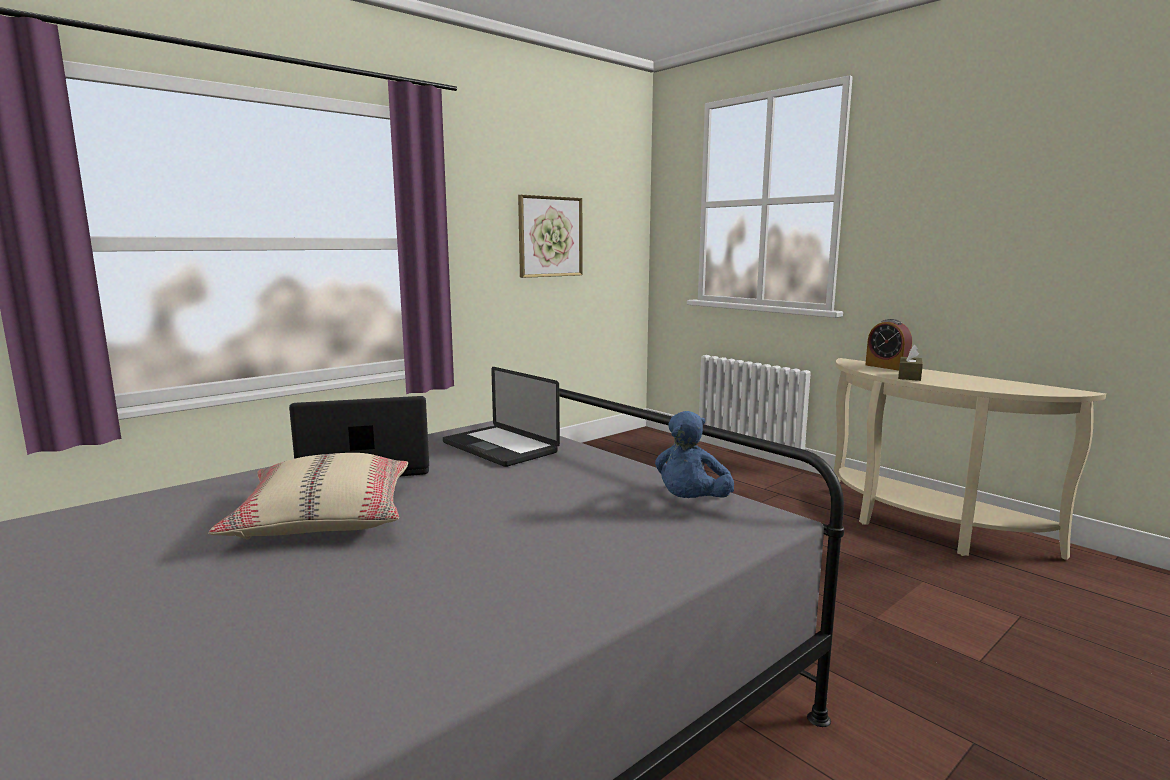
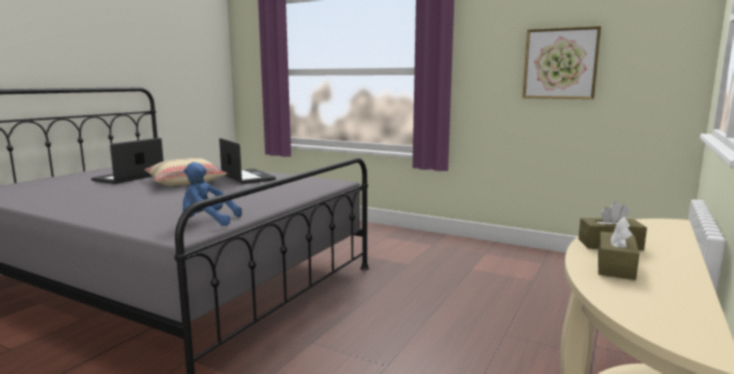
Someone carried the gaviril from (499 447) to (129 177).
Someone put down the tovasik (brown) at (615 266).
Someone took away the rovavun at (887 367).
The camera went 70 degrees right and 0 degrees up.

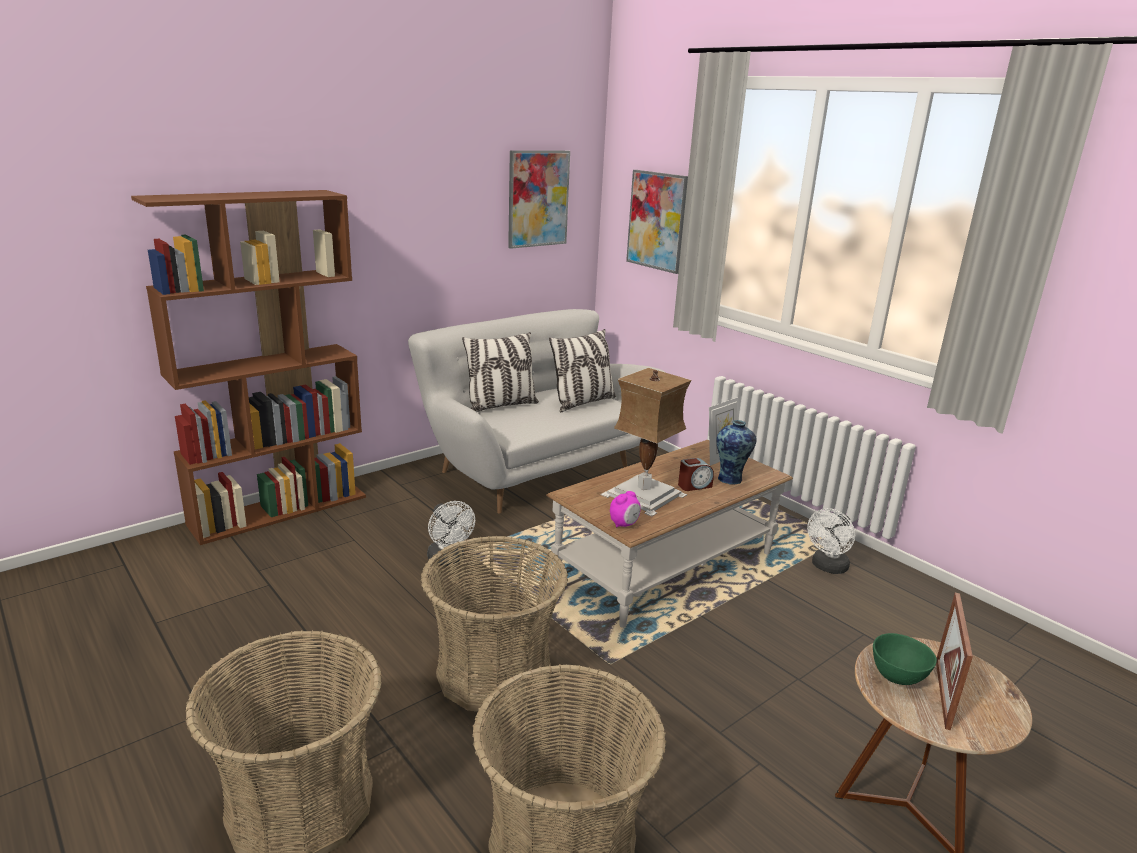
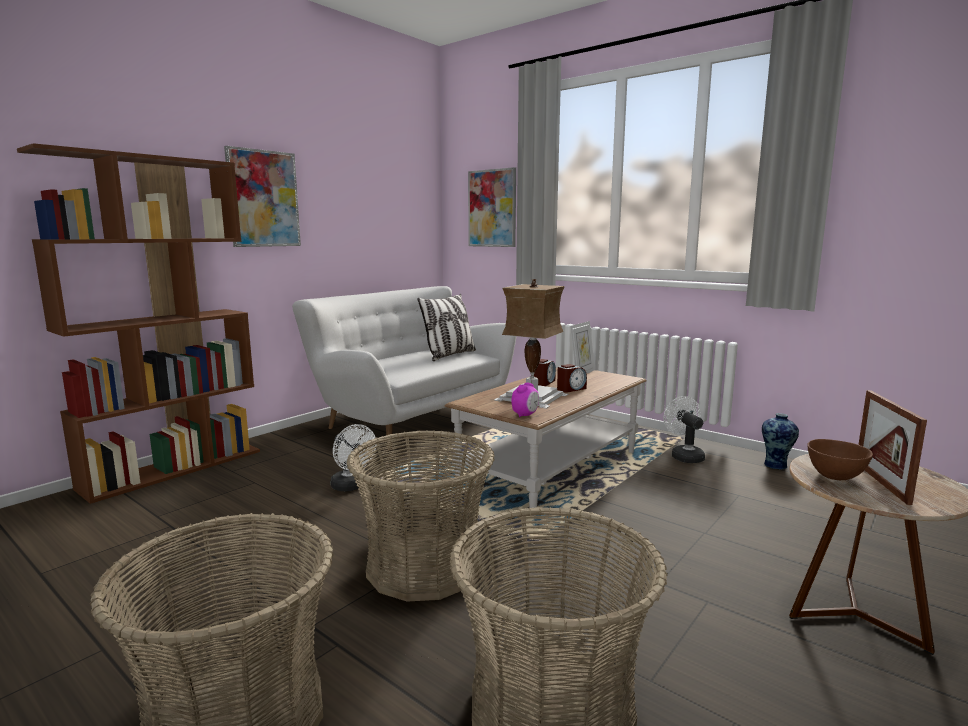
Someone carried the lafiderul from (538 199) to (263 199).
Someone put down the rovavun at (543 382).
Someone rotated the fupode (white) at (827 567) by 135 degrees clockwise.
Someone carried the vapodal from (731 479) to (776 465).
Someone repainted the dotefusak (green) at (898 677), which became the dotefusak (brown) at (836 476).
Someone took away the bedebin at (501 405).
The camera went 10 degrees left and 10 degrees down.

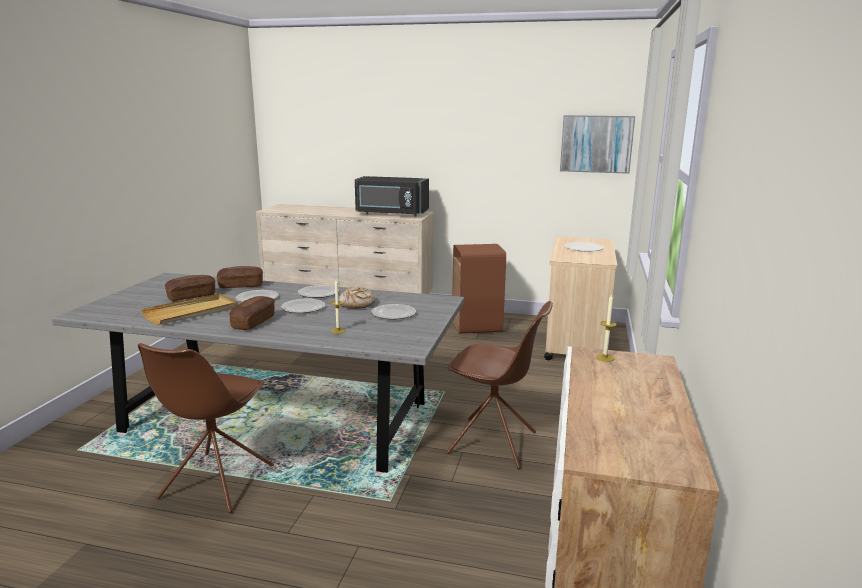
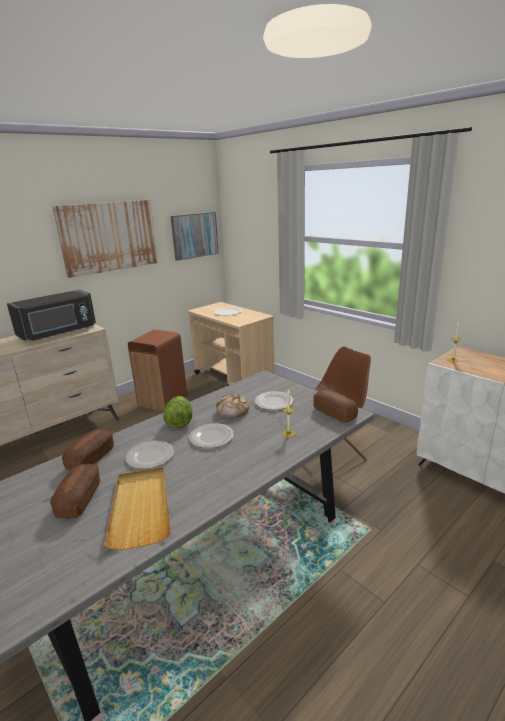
Someone put up the lafiderul at (109 237).
Someone swapped the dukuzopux at (318 293) for the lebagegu at (179 422).
Someone carried the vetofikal from (253 322) to (334 413).
Someone took away the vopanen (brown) at (216 483).
The camera went 55 degrees left and 5 degrees up.

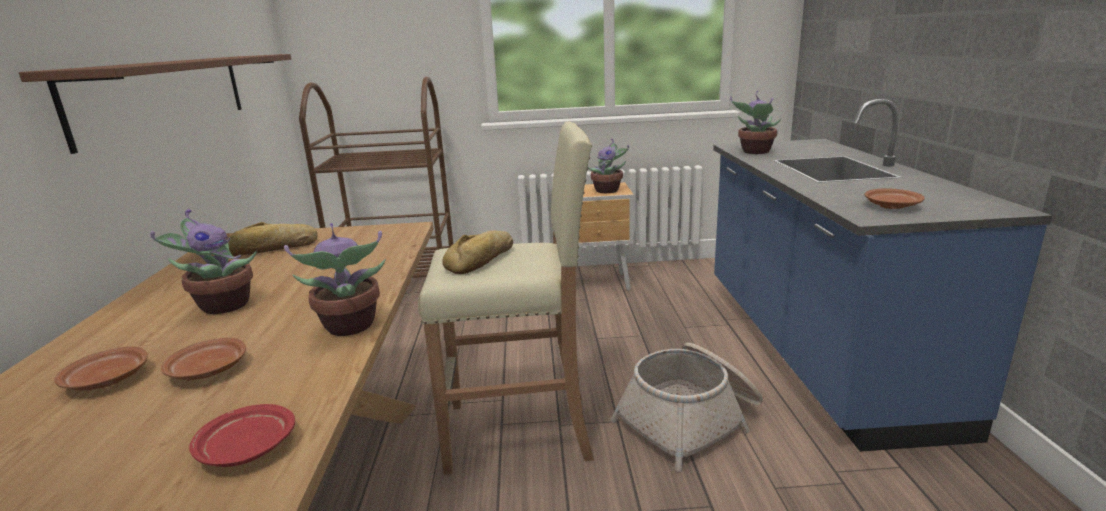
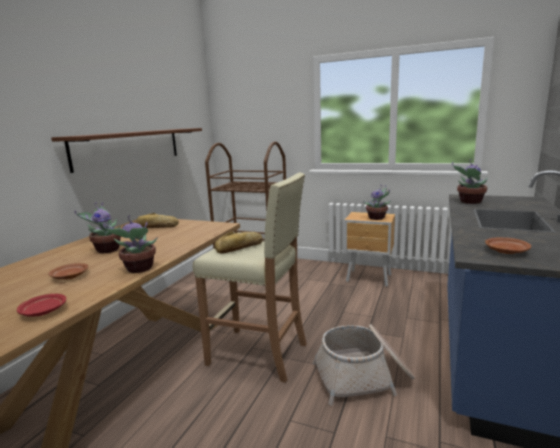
Someone took away the dukuzopux (brown) at (107 380).
The camera went 25 degrees right and 5 degrees down.

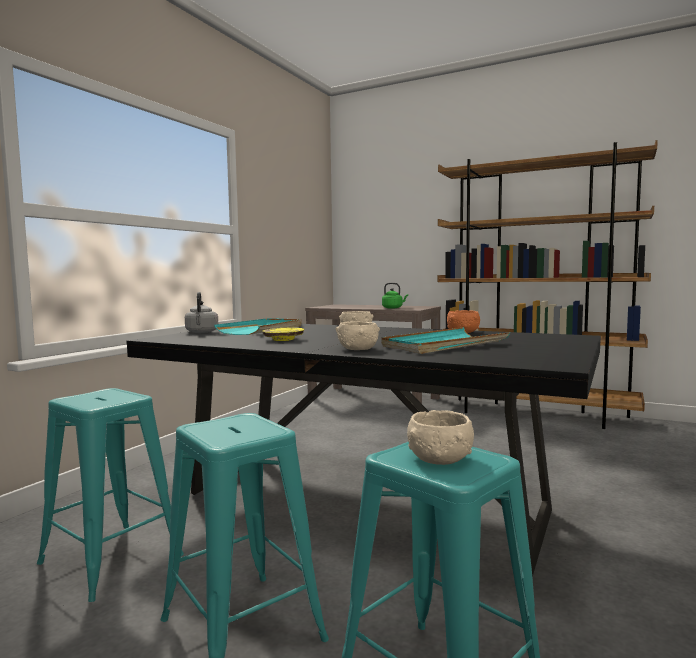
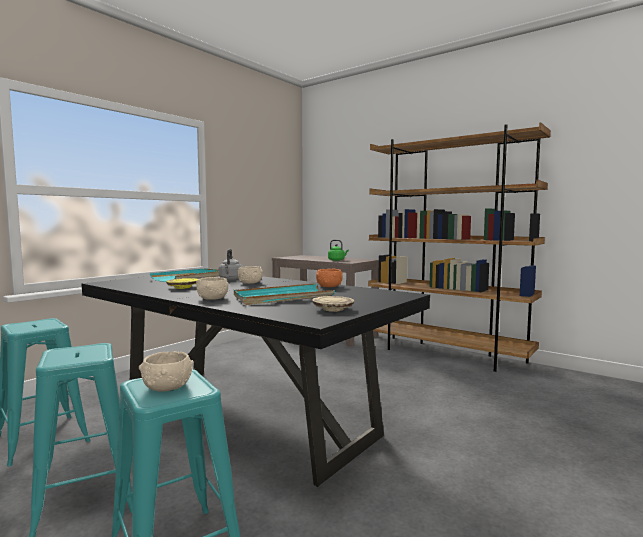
Someone carried the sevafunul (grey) from (201 332) to (230 279).
Someone put down the dukuzopux (beige) at (333 309).
The camera went 10 degrees right and 0 degrees up.

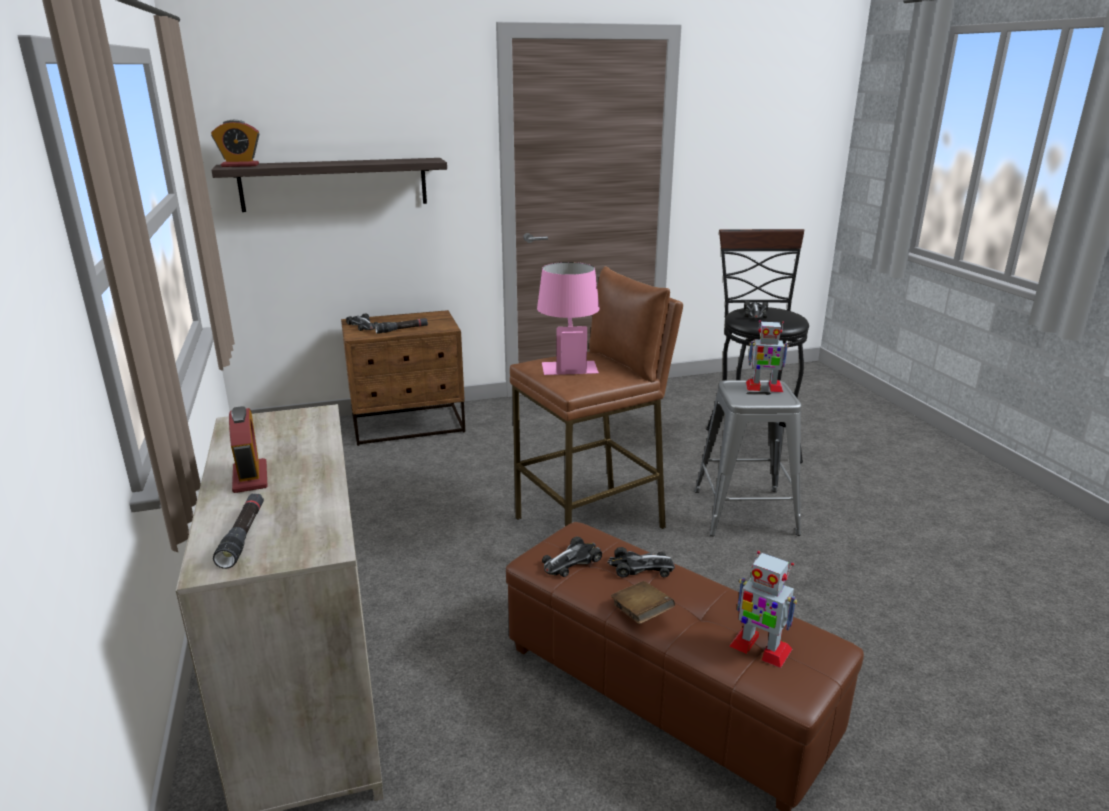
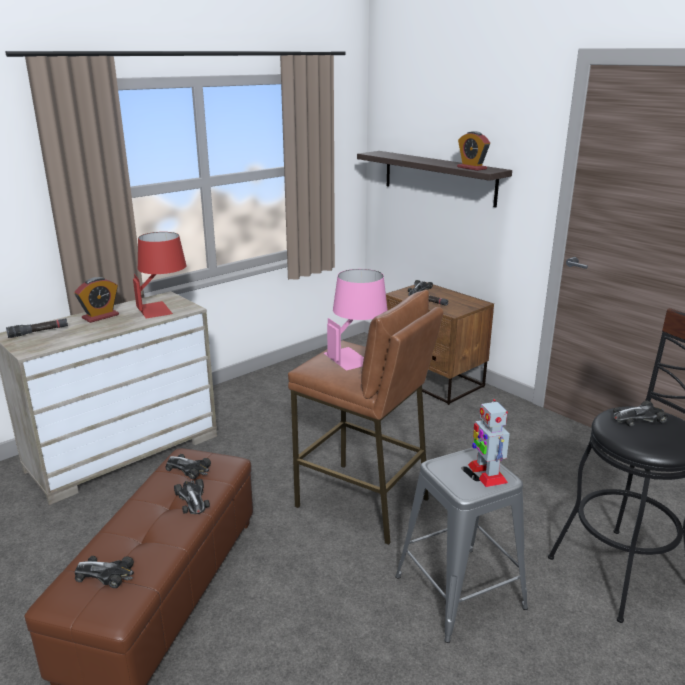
Someone swapped the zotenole at (759 647) for the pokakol at (105 574).
Someone put down the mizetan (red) at (163 308).
Someone carried the rovavun from (240 165) to (471 168).
Someone took away the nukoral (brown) at (641 614).
The camera went 65 degrees right and 0 degrees up.

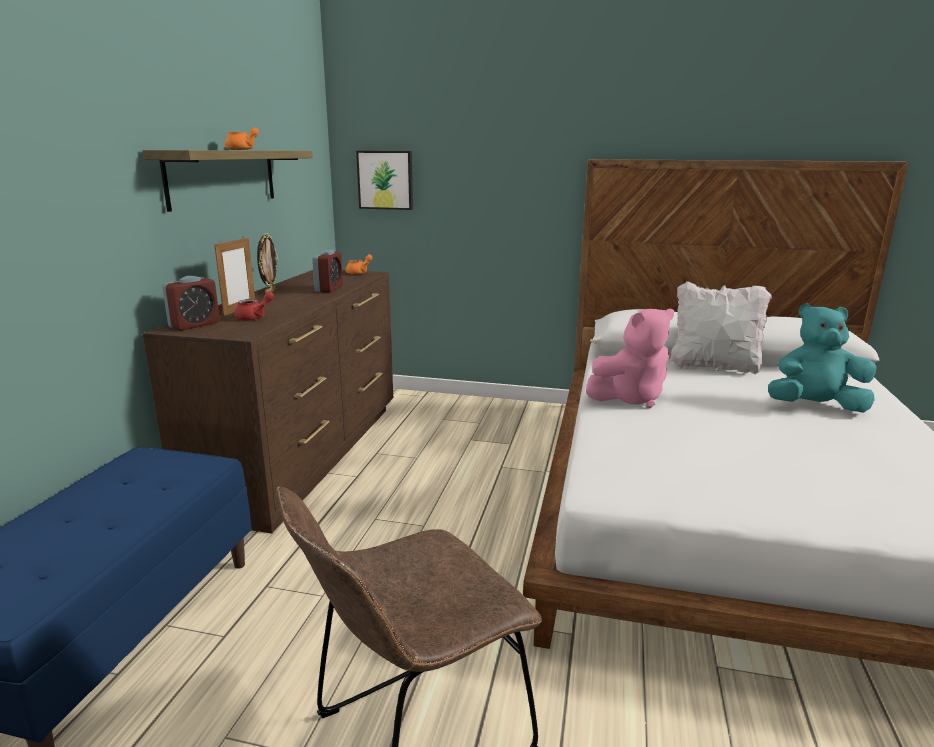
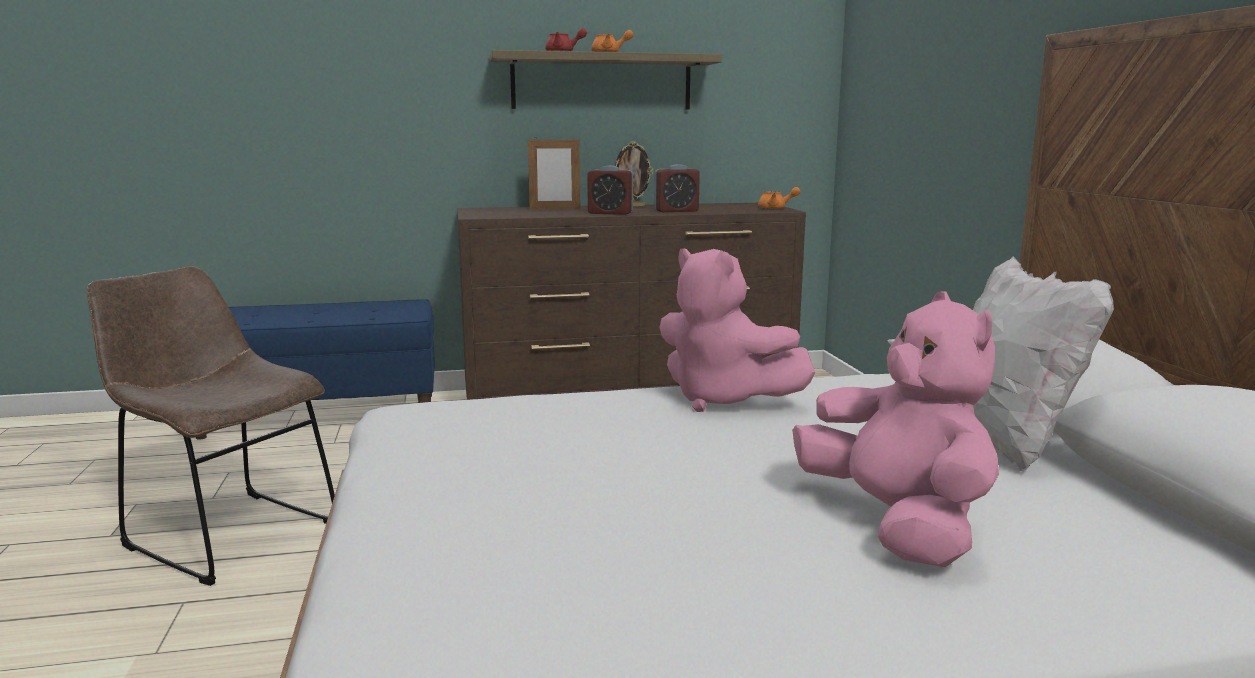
Someone carried the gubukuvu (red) from (255 317) to (563 52).
Someone carried the rovavun from (194 325) to (610 213).
Someone repainted the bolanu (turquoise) at (814 407), which became the bolanu (pink) at (896 524).
Someone took away the lafiderul at (386 180).
The camera went 65 degrees right and 5 degrees down.

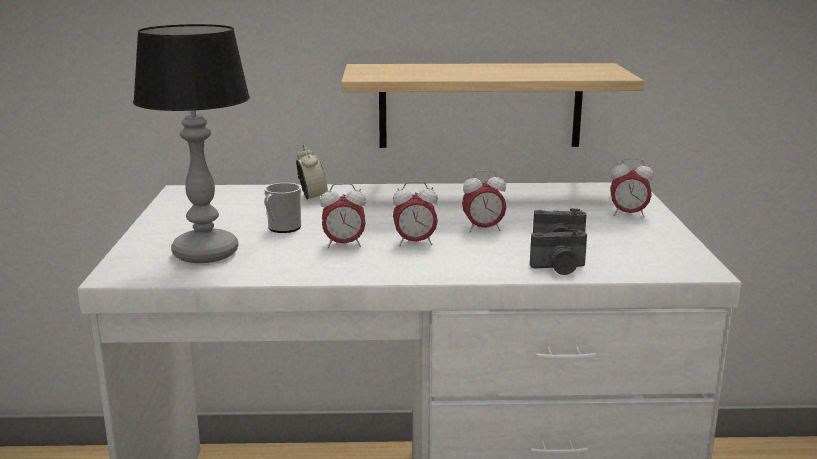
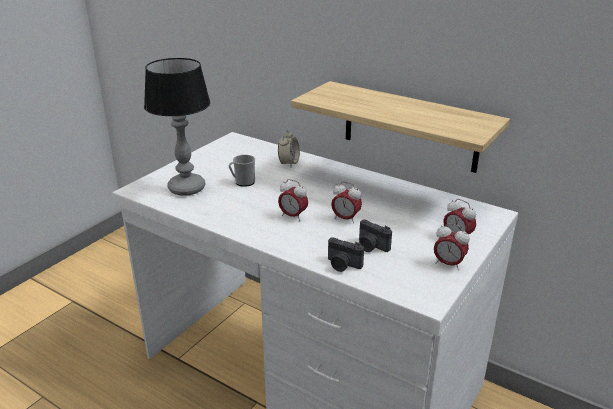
Someone carried the rovavun from (344 245) to (448 264).
The camera went 35 degrees right and 10 degrees up.

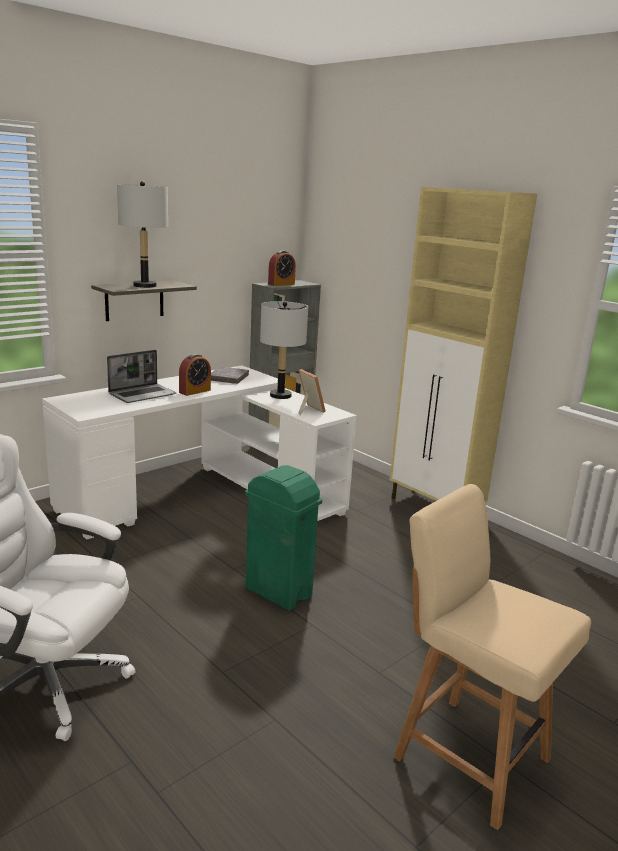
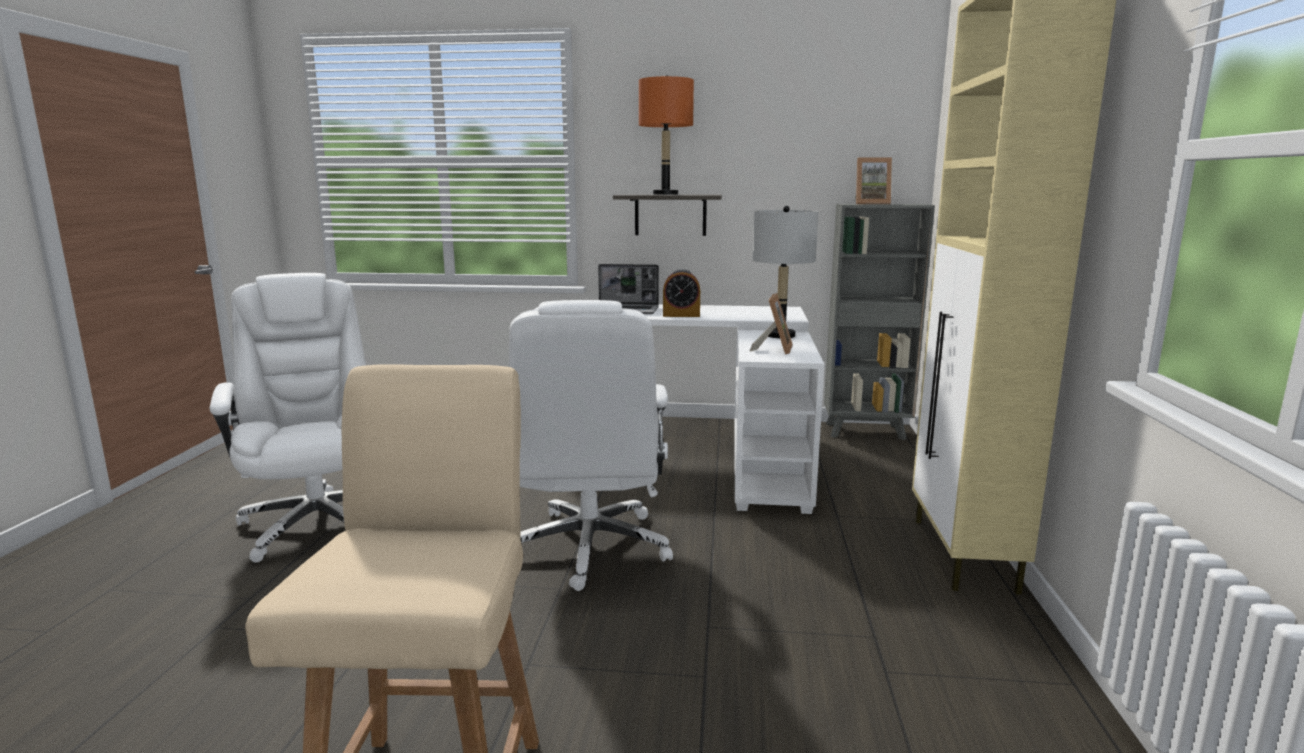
Someone swapped the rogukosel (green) at (279 592) for the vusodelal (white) at (589 548).
Someone repainted the mizetan (grey) at (145 286), which became the mizetan (orange) at (665 194).
Someone swapped the rovavun at (281 284) for the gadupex at (871 204).
Someone took away the nukoral (grey) at (228 378).
The camera went 50 degrees right and 5 degrees down.

